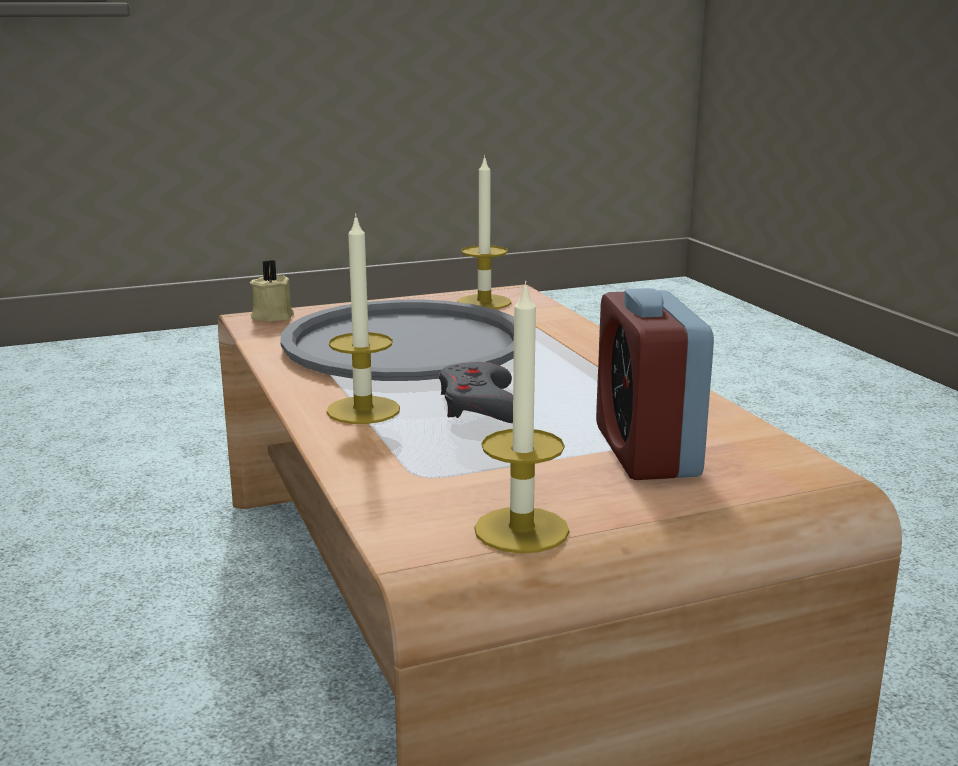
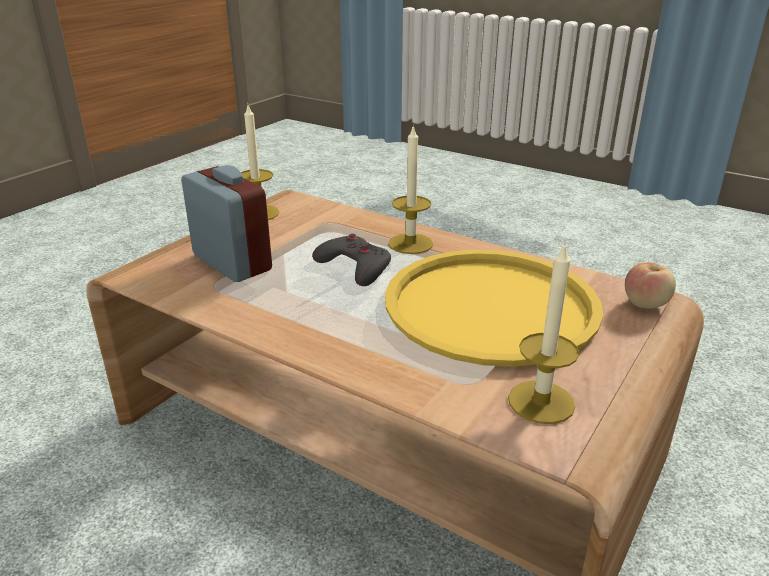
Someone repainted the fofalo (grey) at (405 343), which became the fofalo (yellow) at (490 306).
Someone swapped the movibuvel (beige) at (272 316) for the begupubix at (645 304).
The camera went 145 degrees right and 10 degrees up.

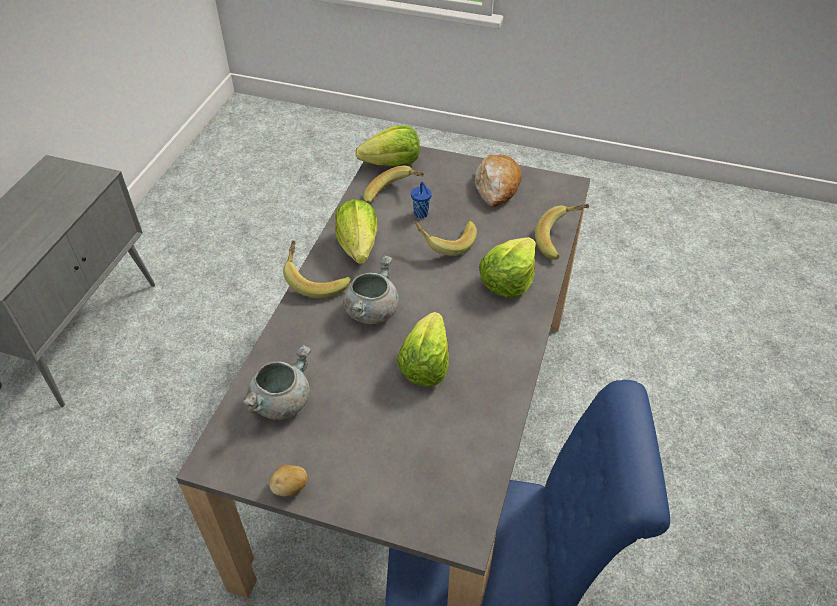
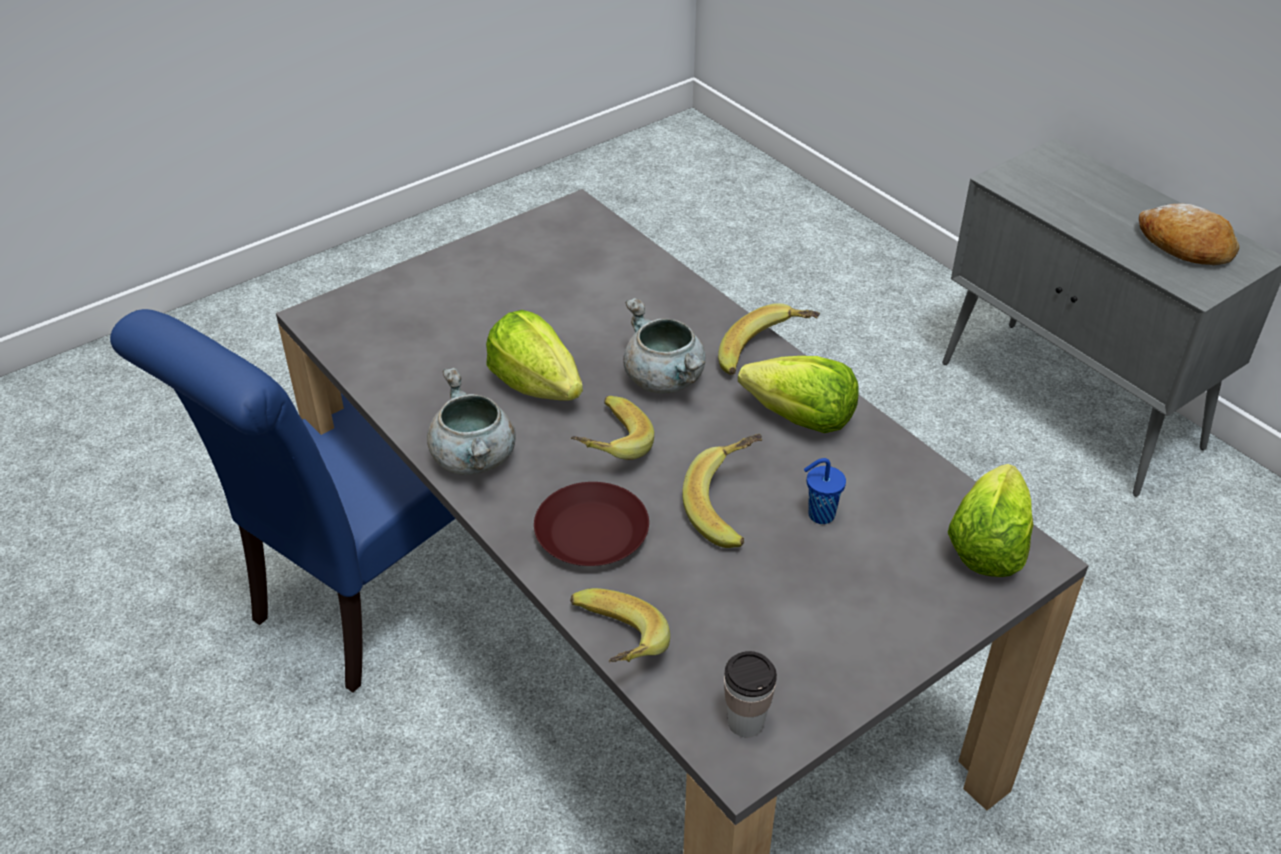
Someone carried the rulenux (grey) from (281 401) to (475 458).
Someone swapped the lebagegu at (508 280) for the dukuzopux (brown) at (592 532).
Someone carried the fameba from (394 196) to (606 447).
Someone put down the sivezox at (746 722).
Someone carried the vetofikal from (497 186) to (1184 246).
Someone took away the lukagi at (290 488).
The camera went 125 degrees right and 5 degrees down.

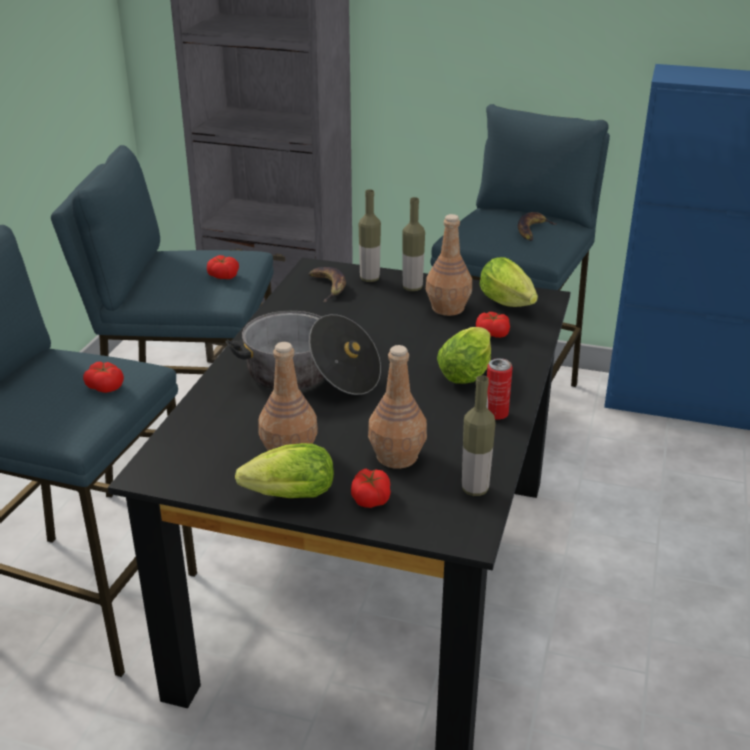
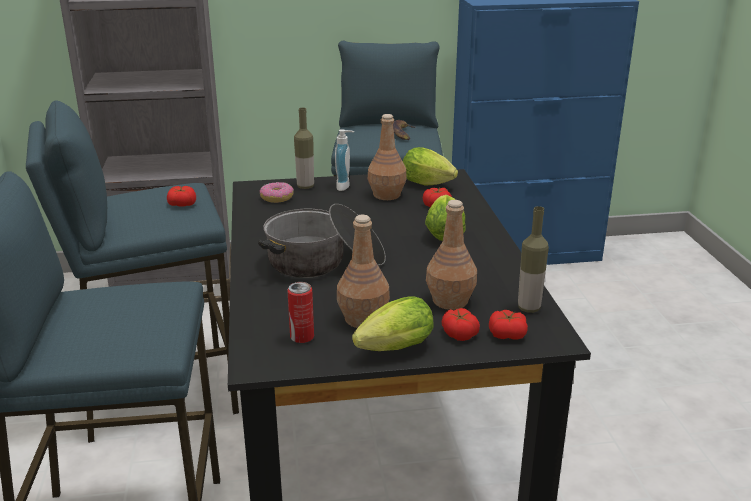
Someone swapped the fameba at (328 287) for the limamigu at (277 198).
Someone carried the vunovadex from (496 414) to (302 337).
Someone swapped the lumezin at (412 288) for the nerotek at (345 186).
Someone carried the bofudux from (105 386) to (507 334).
The camera went 25 degrees left and 5 degrees down.

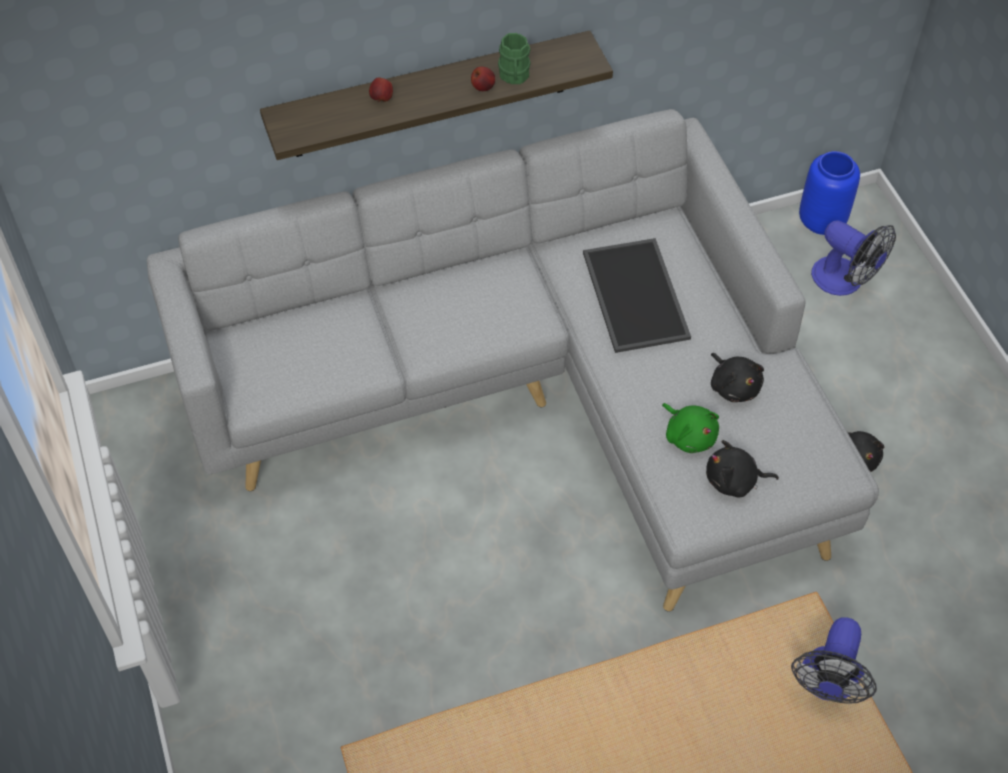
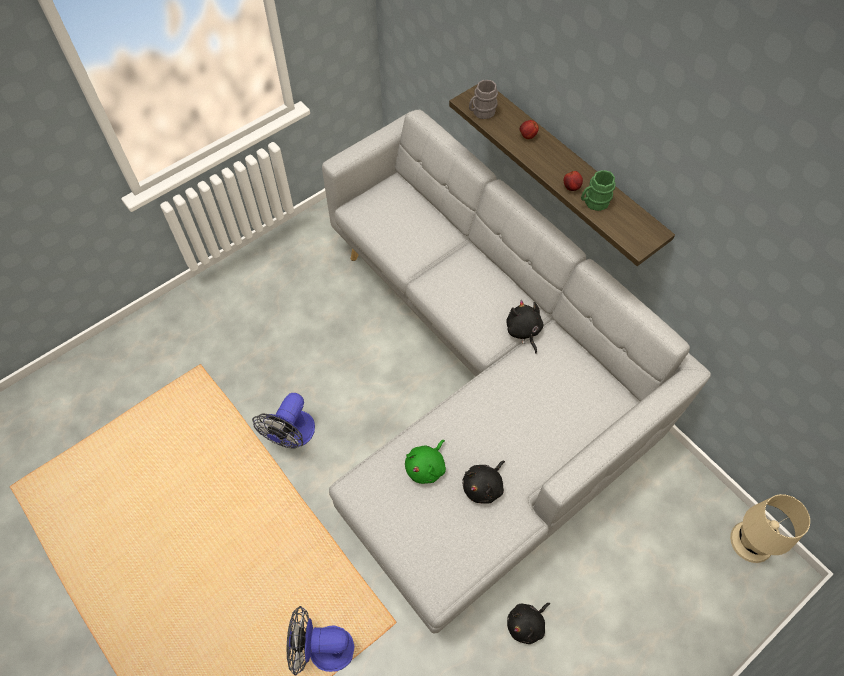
Someone carried the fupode from (845 281) to (292 436).
Someone put down the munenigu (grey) at (481 112).
Someone carried the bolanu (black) from (734 481) to (523 331).
Someone swapped the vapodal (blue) at (822 221) for the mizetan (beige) at (752 541).
Someone took away the fofalo at (638 296).
The camera went 70 degrees right and 5 degrees up.

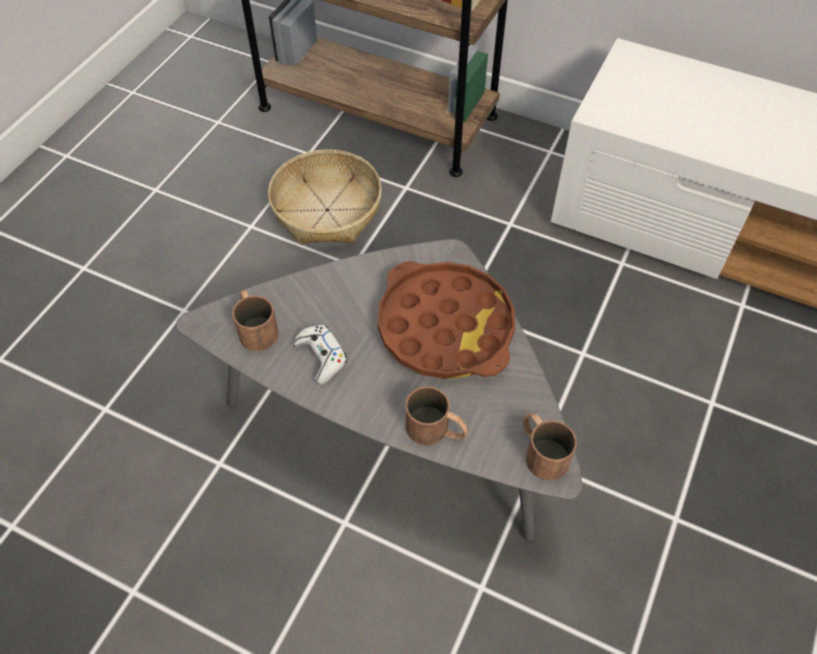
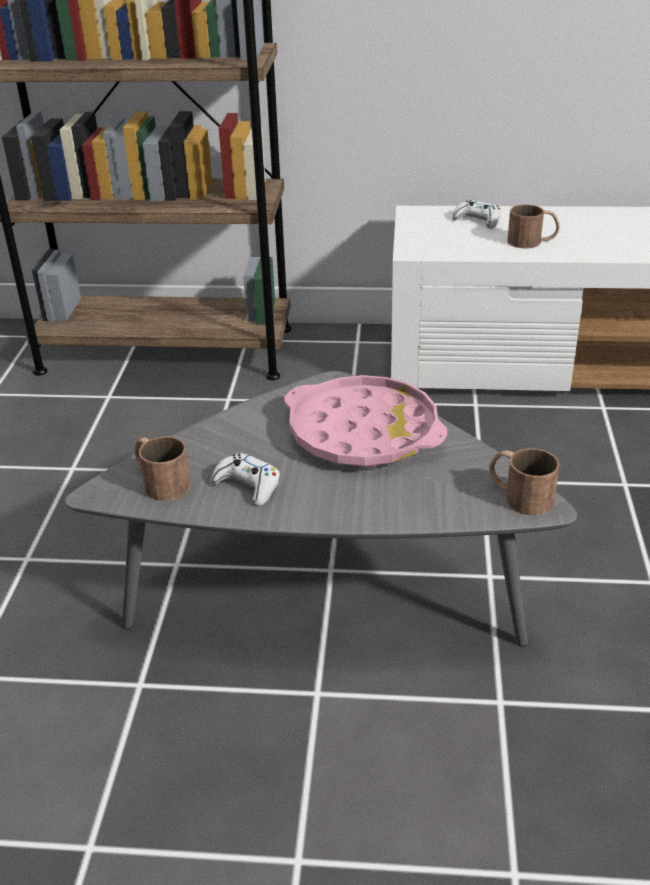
Someone repainted the fofalo (brown) at (445 327), which became the fofalo (pink) at (363 432).
Someone put down the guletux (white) at (477 220).
Someone carried the munenigu (brown) from (436 430) to (532 241).
Someone took away the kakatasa at (327 210).
The camera went 20 degrees left and 20 degrees down.

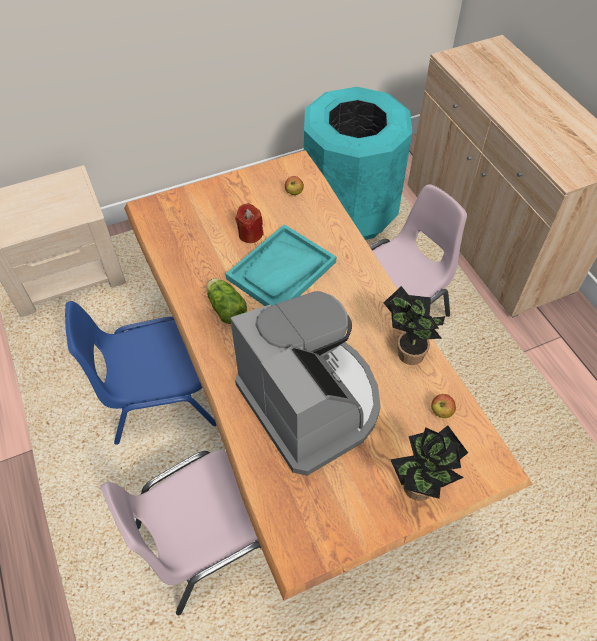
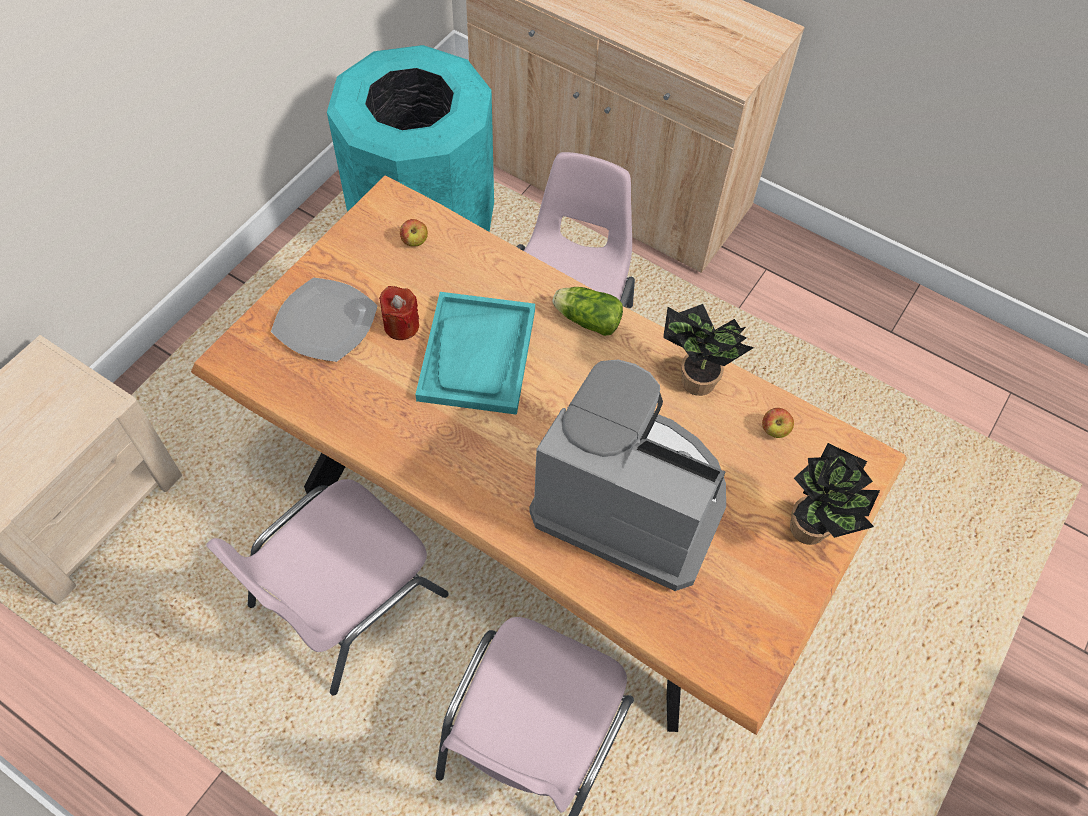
Someone repainted the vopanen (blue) at (158 395), which became the vopanen (pink) at (344 600).
Someone put down the dukuzopux at (325 321).
Someone carried the lebagegu from (225 307) to (585 319).
The camera went 35 degrees left and 5 degrees up.

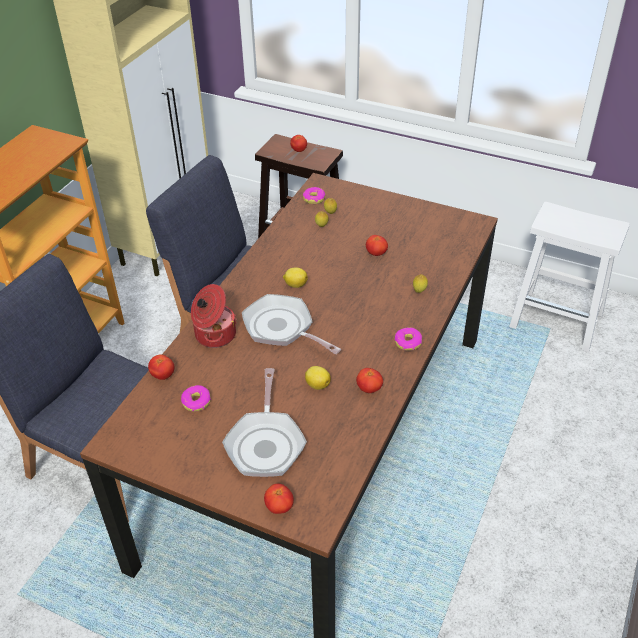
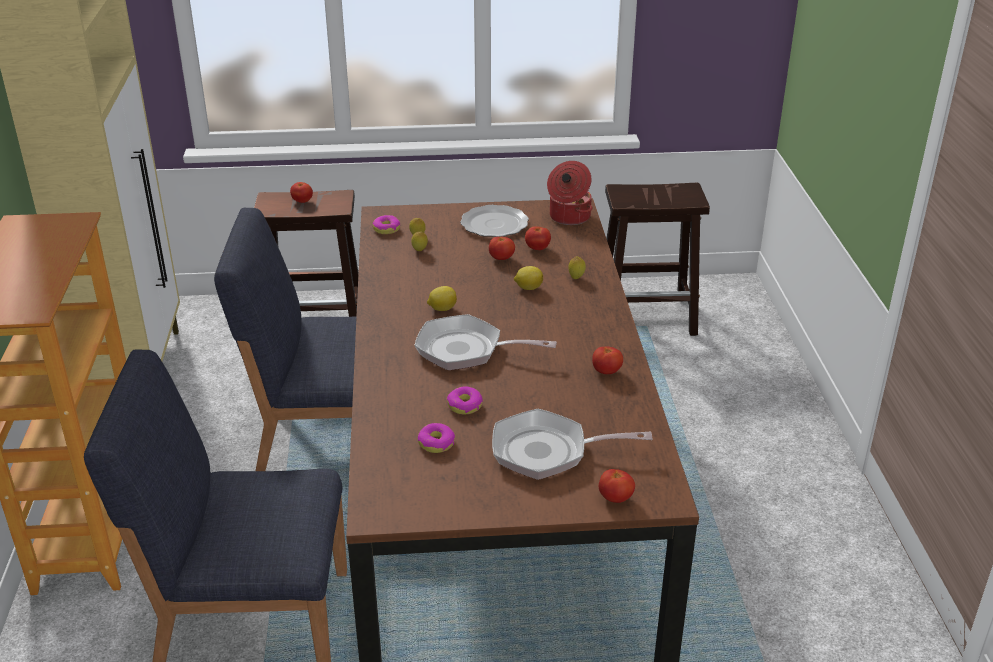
Someone carried the limamigu from (407 342) to (465 406).
Someone put down the dukuzopux at (495 223).
Someone rotated the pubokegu at (265 443) by 120 degrees clockwise.
Someone carried the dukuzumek from (317 384) to (528 288).
Someone carried the bofudux from (163 375) to (537 248).
Someone carried the rulenux from (214 335) to (568 217).
Someone repainted the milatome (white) at (558 320), which became the milatome (brown) at (648 316).
The camera went 30 degrees left and 10 degrees down.

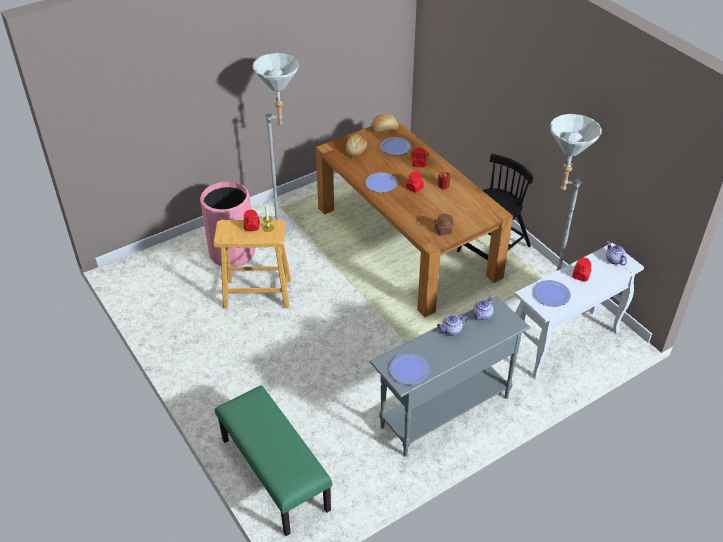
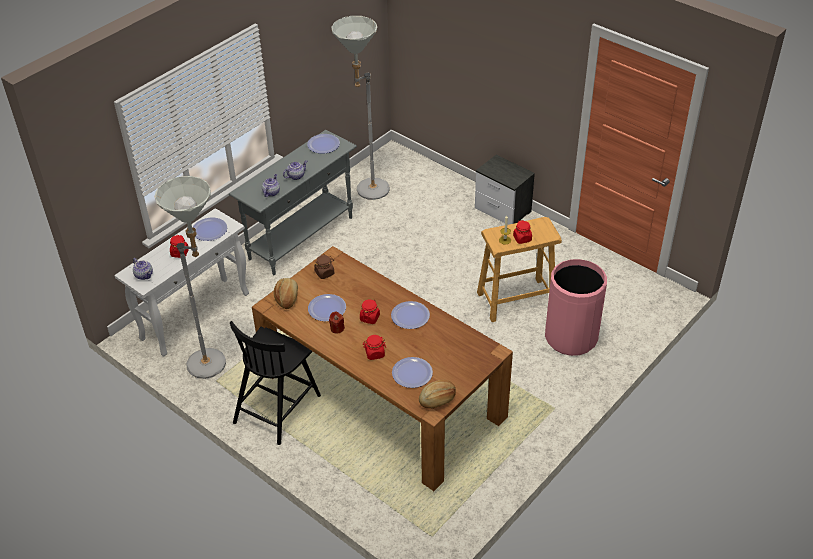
Someone carried the vetofikal from (356 150) to (287 298).
Someone put down the dukuzopux at (327 308).
Someone carried the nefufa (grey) from (285 227) to (366 191).
Someone put down the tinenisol at (503 210).
Someone took away the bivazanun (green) at (274 474).
The camera went 165 degrees right and 0 degrees up.

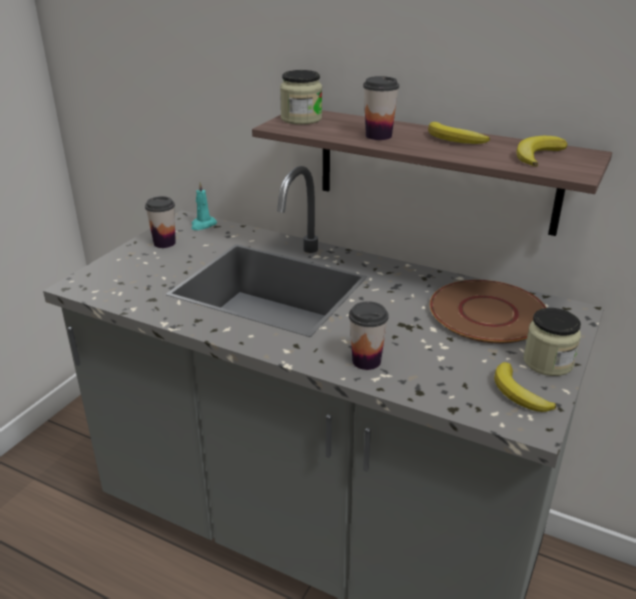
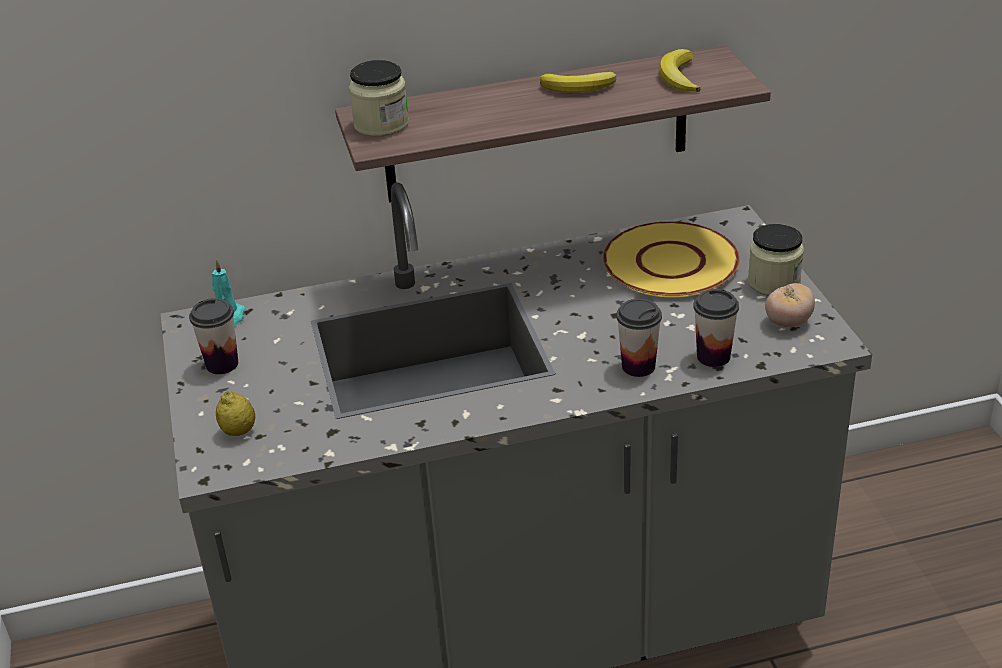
Someone put down the dukuzumek at (239 431).
Someone repainted the dukuzopux (brown) at (486 313), which became the dukuzopux (yellow) at (669 263).
Someone carried the sivezox from (378 136) to (713 357).
Someone swapped the fameba at (518 393) for the bofudux at (788 322).
The camera went 40 degrees left and 5 degrees up.

